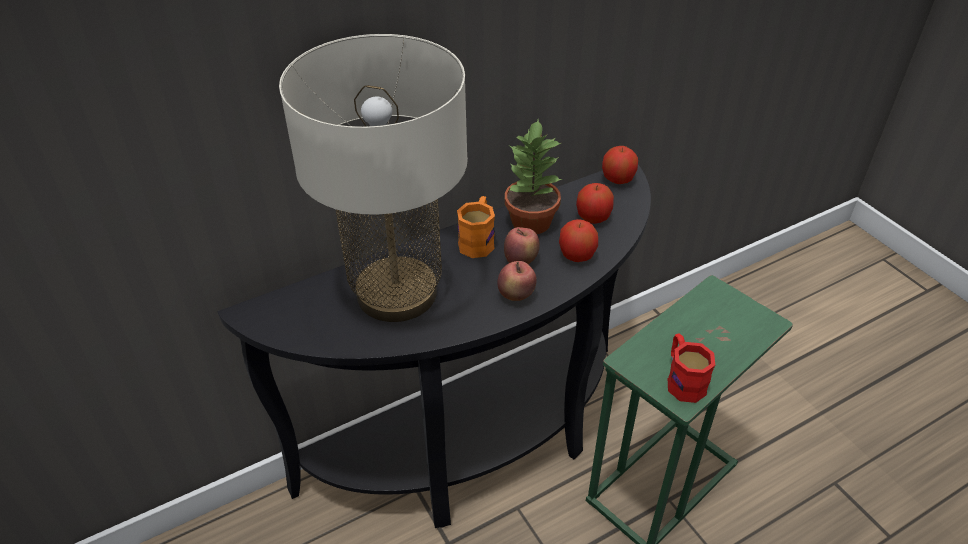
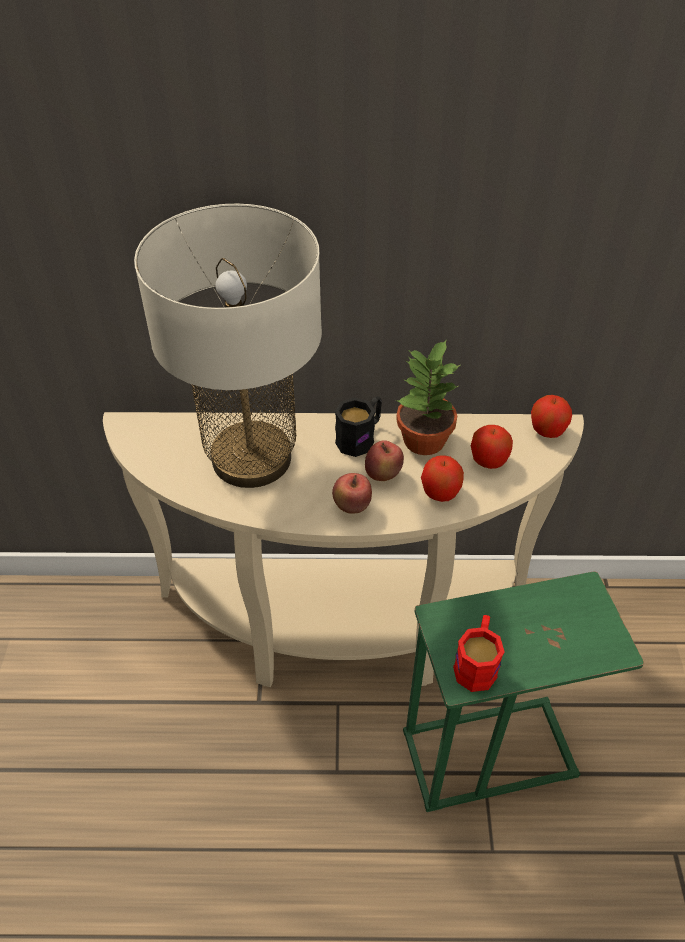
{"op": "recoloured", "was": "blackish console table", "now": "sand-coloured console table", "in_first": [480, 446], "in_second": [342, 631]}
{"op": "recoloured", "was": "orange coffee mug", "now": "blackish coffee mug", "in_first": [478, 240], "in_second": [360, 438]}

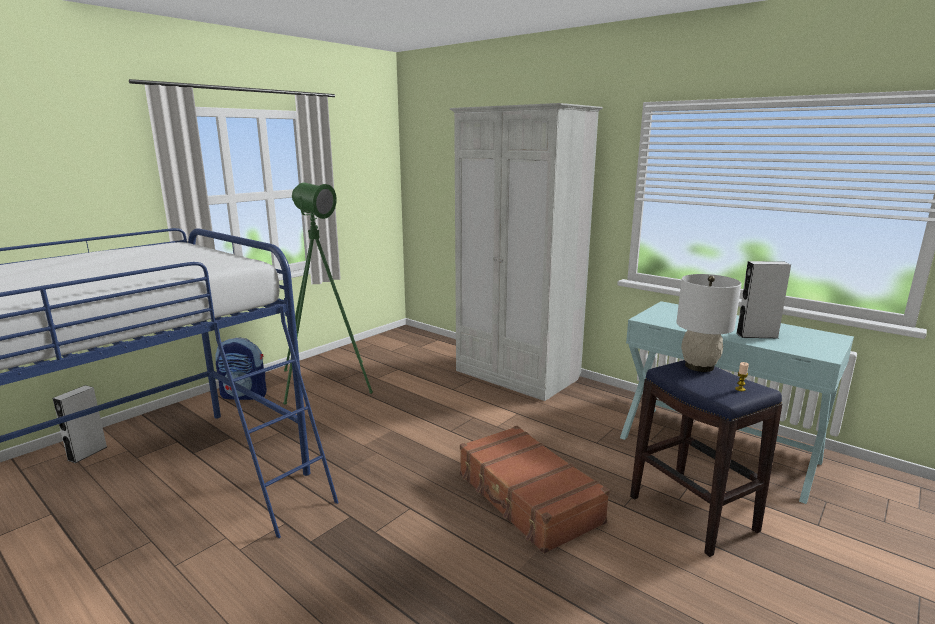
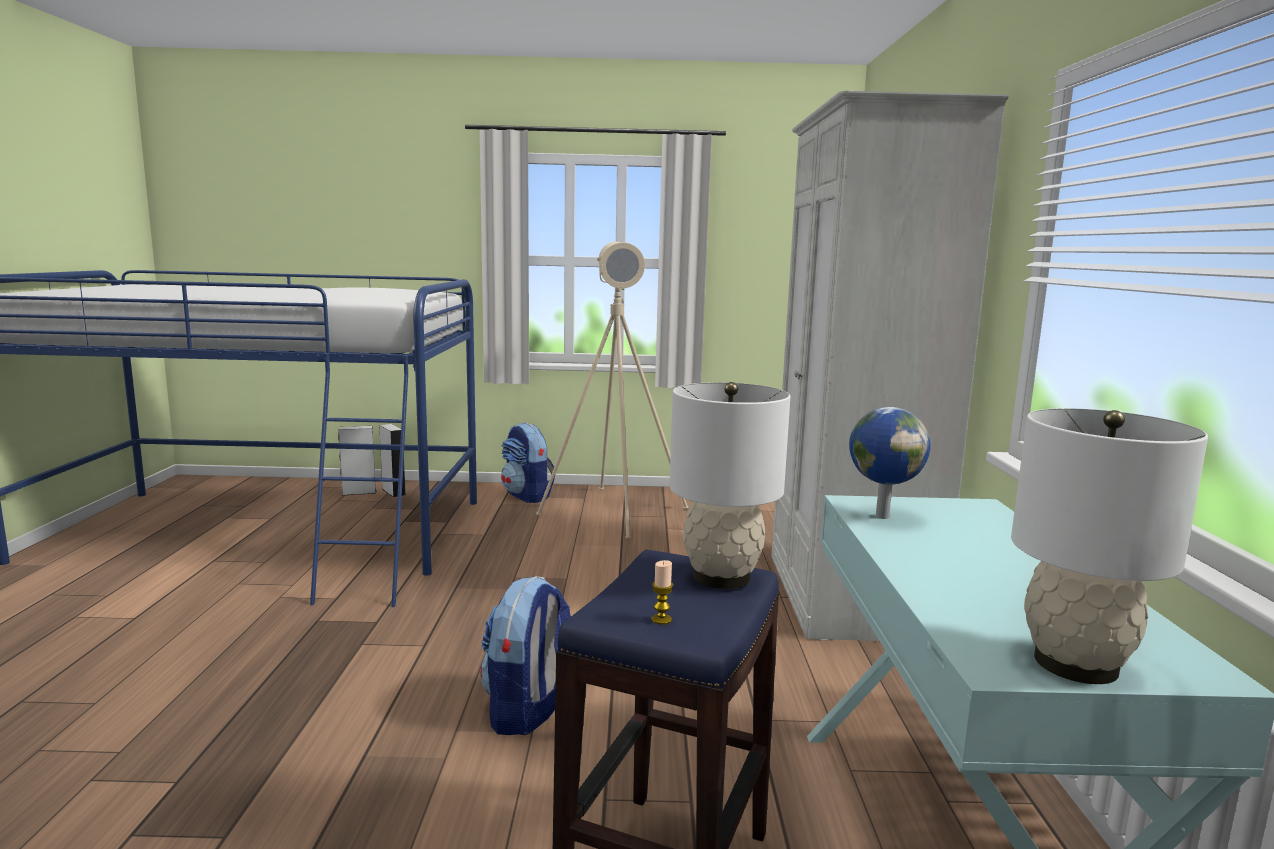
{"op": "recoloured", "was": "greenish standard lamp", "now": "sand-coloured standard lamp", "in_first": [327, 382], "in_second": [613, 512]}
{"op": "replaced", "was": "brownish travel case", "now": "backpack", "in_first": [527, 498], "in_second": [528, 711]}
{"op": "moved", "was": "greyish loudspeaker", "in_first": [756, 335], "in_second": [393, 492]}
{"op": "added", "now": "globe", "in_second": [881, 516]}
{"op": "added", "now": "white-coloured lamp for a table", "in_second": [1076, 665]}

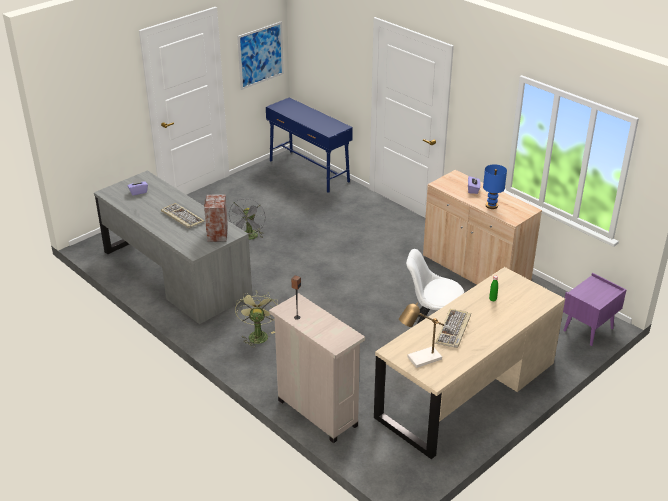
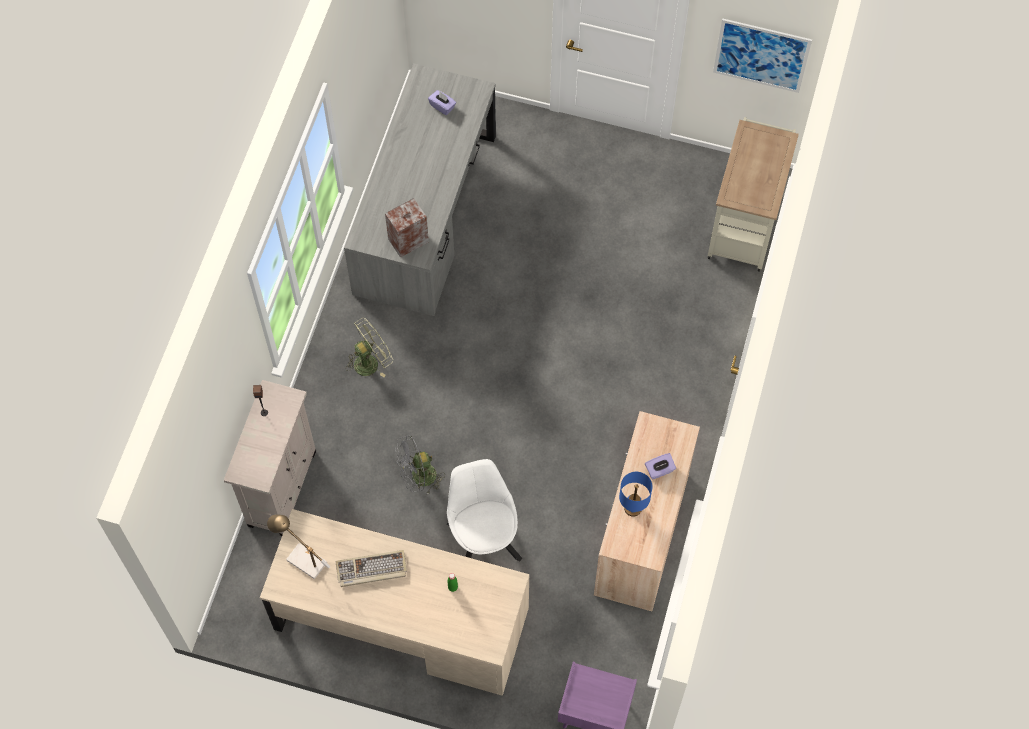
{"op": "removed", "was": "computer keyboard", "in_first": [181, 217]}
{"op": "moved", "was": "greyish cooling fan", "in_first": [249, 237], "in_second": [418, 478]}
{"op": "replaced", "was": "blue console table", "now": "sand-coloured wheeled cart", "in_first": [308, 171], "in_second": [744, 224]}

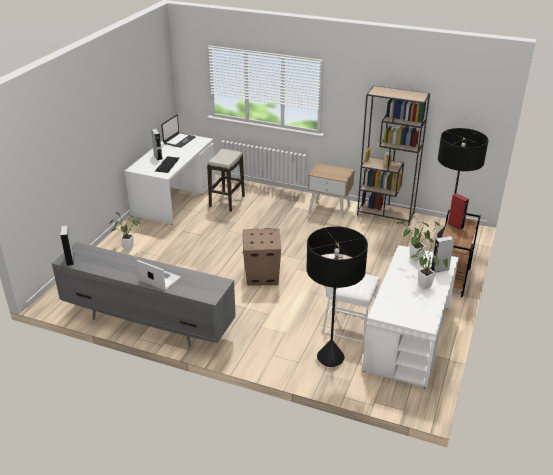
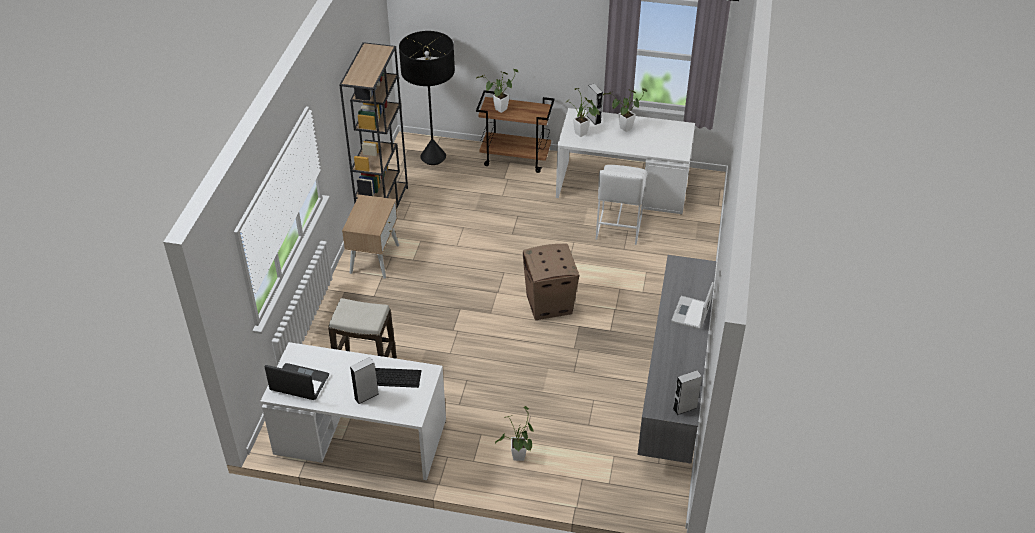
{"op": "removed", "was": "blackish standard lamp", "in_first": [330, 359]}
{"op": "replaced", "was": "reddish loudspeaker", "now": "plant in a pot", "in_first": [455, 225], "in_second": [499, 110]}

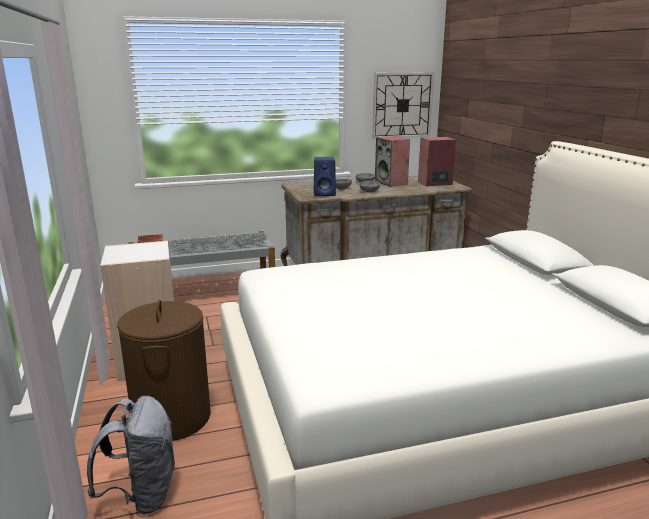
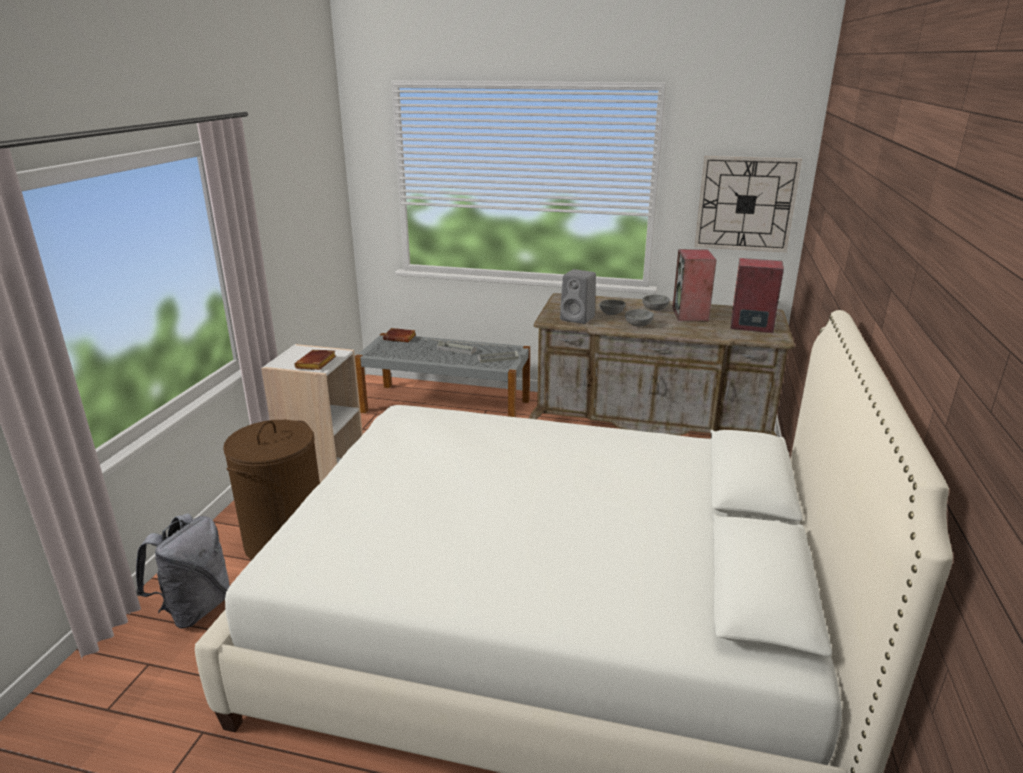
{"op": "recoloured", "was": "blue loudspeaker", "now": "greyish loudspeaker", "in_first": [325, 194], "in_second": [578, 318]}
{"op": "added", "now": "brownish volume", "in_second": [316, 364]}

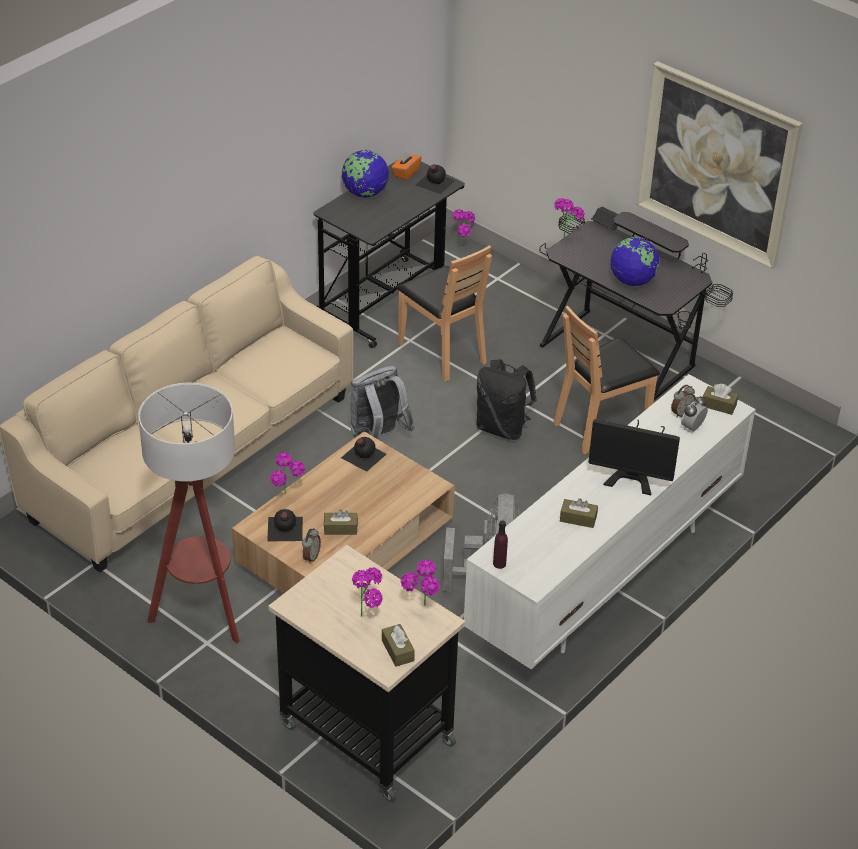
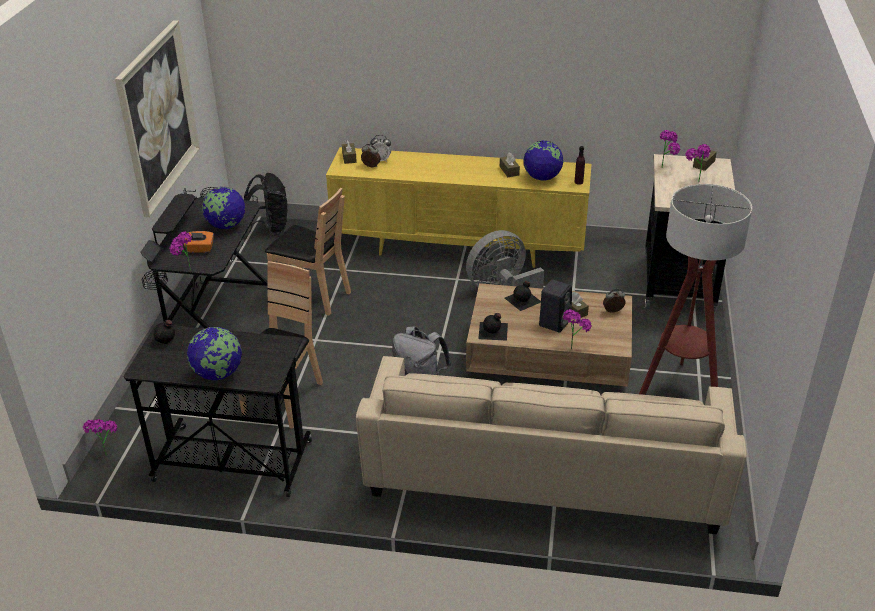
{"op": "moved", "was": "blackish drink bottle", "in_first": [284, 529], "in_second": [523, 300]}
{"op": "moved", "was": "orange tissue holder", "in_first": [406, 173], "in_second": [200, 249]}
{"op": "recoloured", "was": "white-coloured storage cabinet", "now": "yellow storage cabinet", "in_first": [606, 578], "in_second": [460, 249]}
{"op": "moved", "was": "blackish backpack", "in_first": [502, 428], "in_second": [270, 228]}
{"op": "removed", "was": "monitor", "in_first": [633, 471]}
{"op": "added", "now": "globe", "in_second": [542, 178]}
{"op": "added", "now": "blackish loudspeaker", "in_second": [554, 322]}

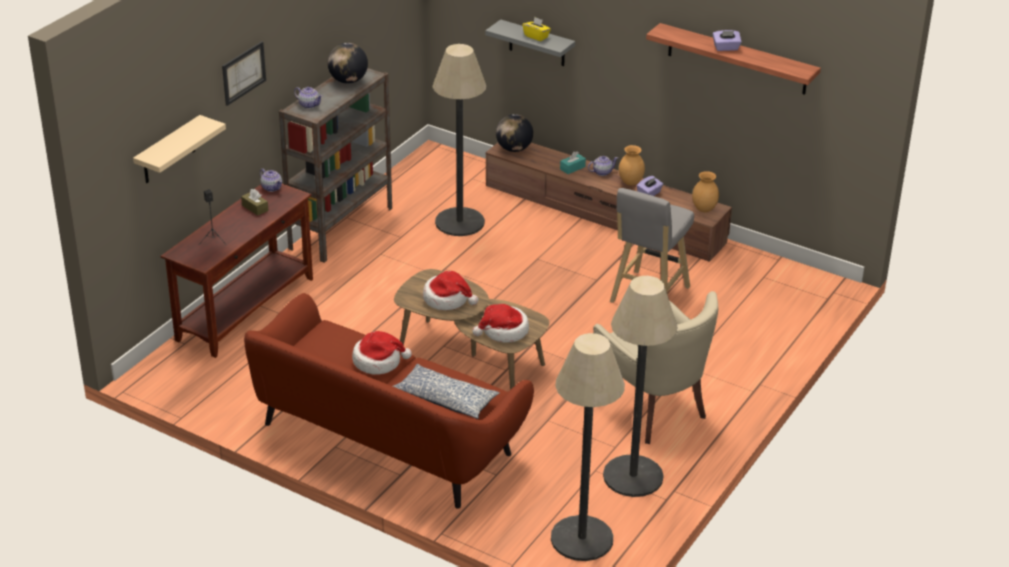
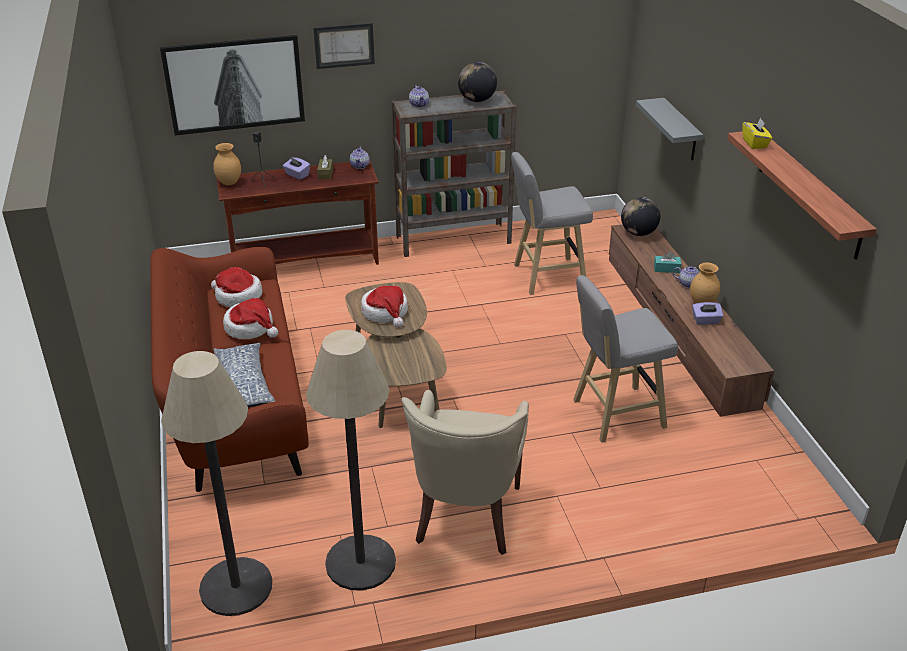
{"op": "replaced", "was": "sand-coloured wall shelf", "now": "wall art", "in_first": [168, 151], "in_second": [234, 84]}
{"op": "replaced", "was": "standard lamp", "now": "greyish stool", "in_first": [459, 222], "in_second": [546, 276]}
{"op": "moved", "was": "wearable hat", "in_first": [503, 331], "in_second": [237, 296]}
{"op": "moved", "was": "yellow tissue holder", "in_first": [536, 36], "in_second": [755, 143]}
{"op": "moved", "was": "brownish decorative vase", "in_first": [704, 209], "in_second": [229, 183]}
{"op": "moved", "was": "purple tissue holder", "in_first": [726, 48], "in_second": [297, 175]}

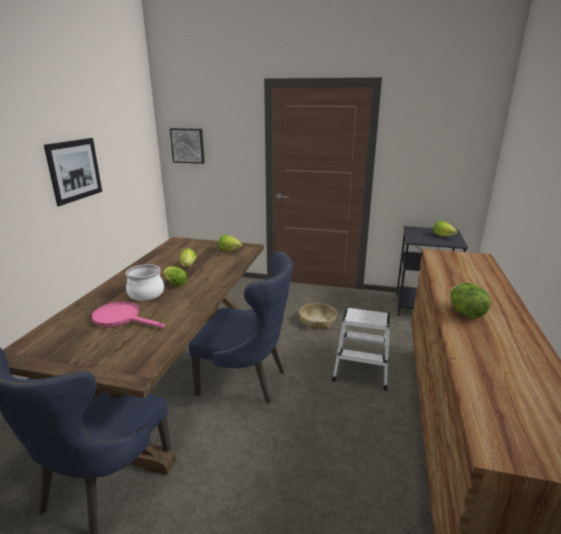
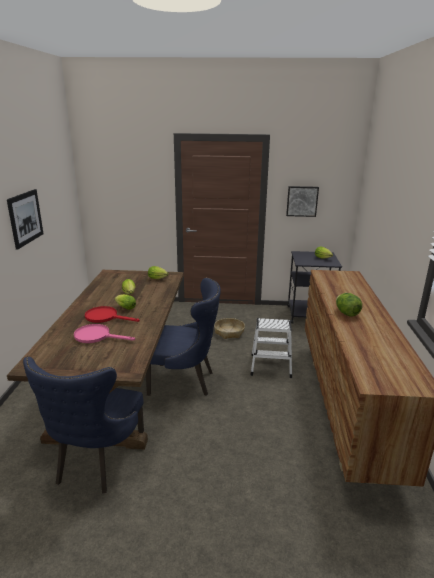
{"op": "replaced", "was": "cooking pot", "now": "reddish skillet", "in_first": [146, 294], "in_second": [105, 317]}
{"op": "moved", "was": "wall art", "in_first": [188, 145], "in_second": [302, 201]}

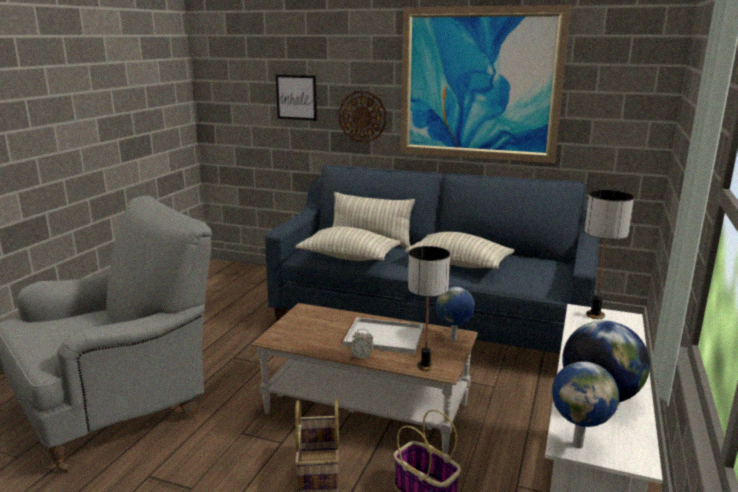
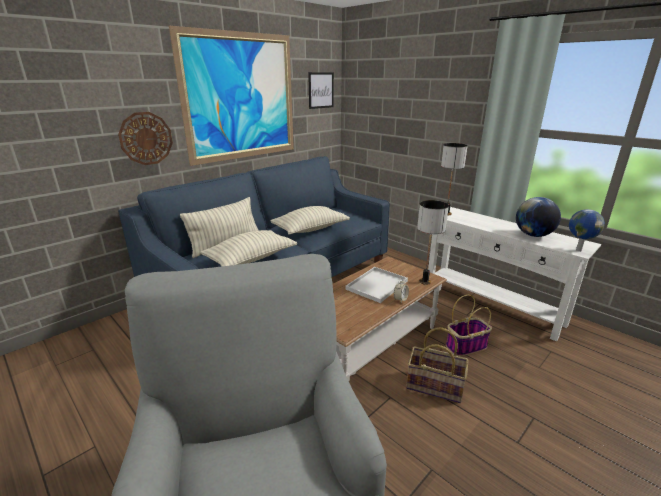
{"op": "moved", "was": "wall art", "in_first": [296, 97], "in_second": [321, 90]}
{"op": "removed", "was": "globe", "in_first": [454, 339]}

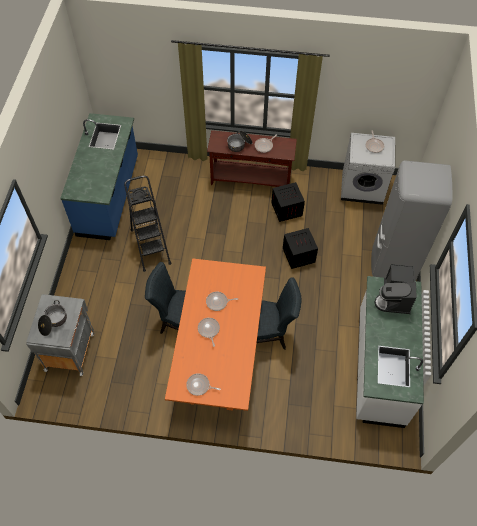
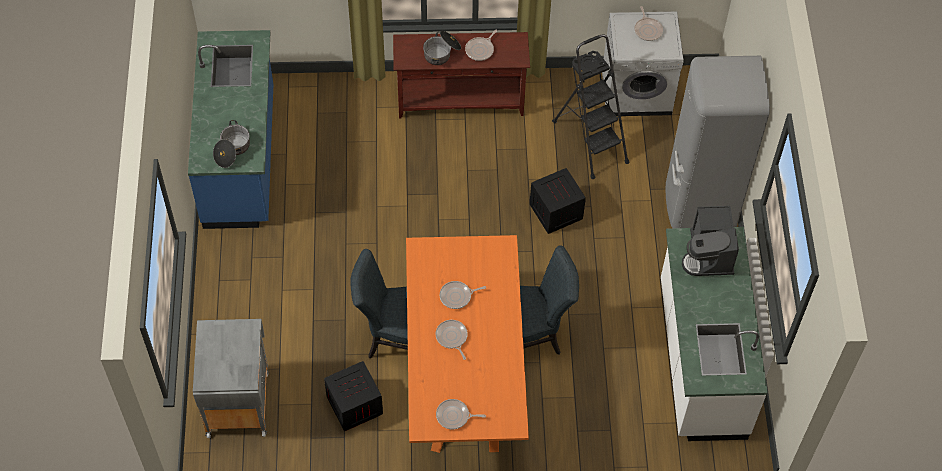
{"op": "moved", "was": "cooking pot", "in_first": [53, 322], "in_second": [232, 150]}
{"op": "moved", "was": "stepladder", "in_first": [150, 245], "in_second": [589, 140]}
{"op": "moved", "was": "shipping crate", "in_first": [286, 210], "in_second": [354, 406]}

